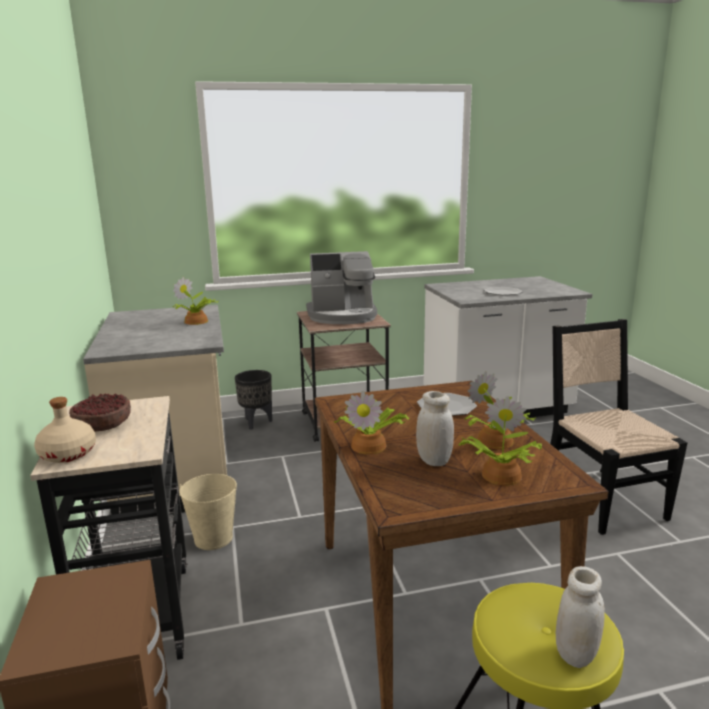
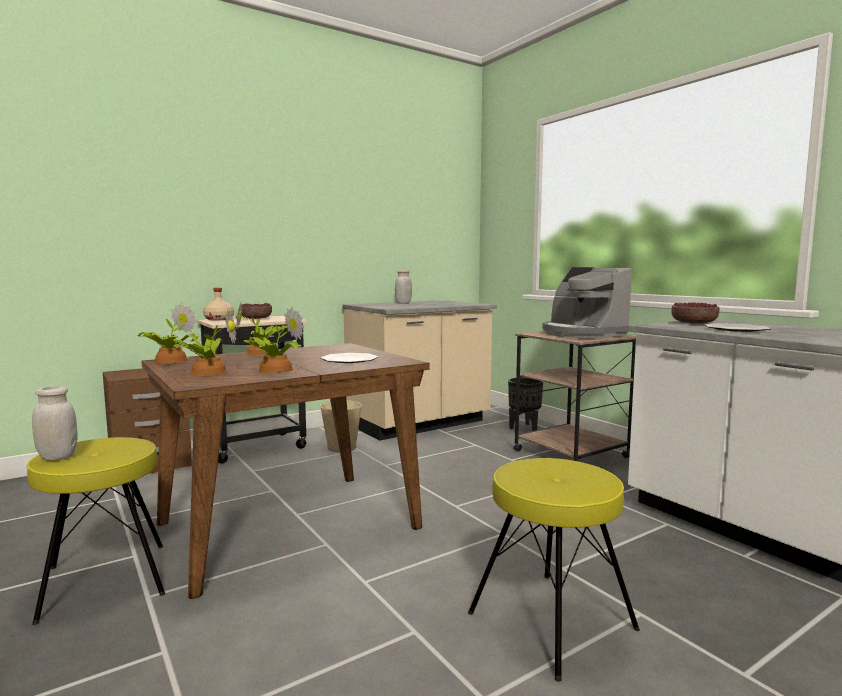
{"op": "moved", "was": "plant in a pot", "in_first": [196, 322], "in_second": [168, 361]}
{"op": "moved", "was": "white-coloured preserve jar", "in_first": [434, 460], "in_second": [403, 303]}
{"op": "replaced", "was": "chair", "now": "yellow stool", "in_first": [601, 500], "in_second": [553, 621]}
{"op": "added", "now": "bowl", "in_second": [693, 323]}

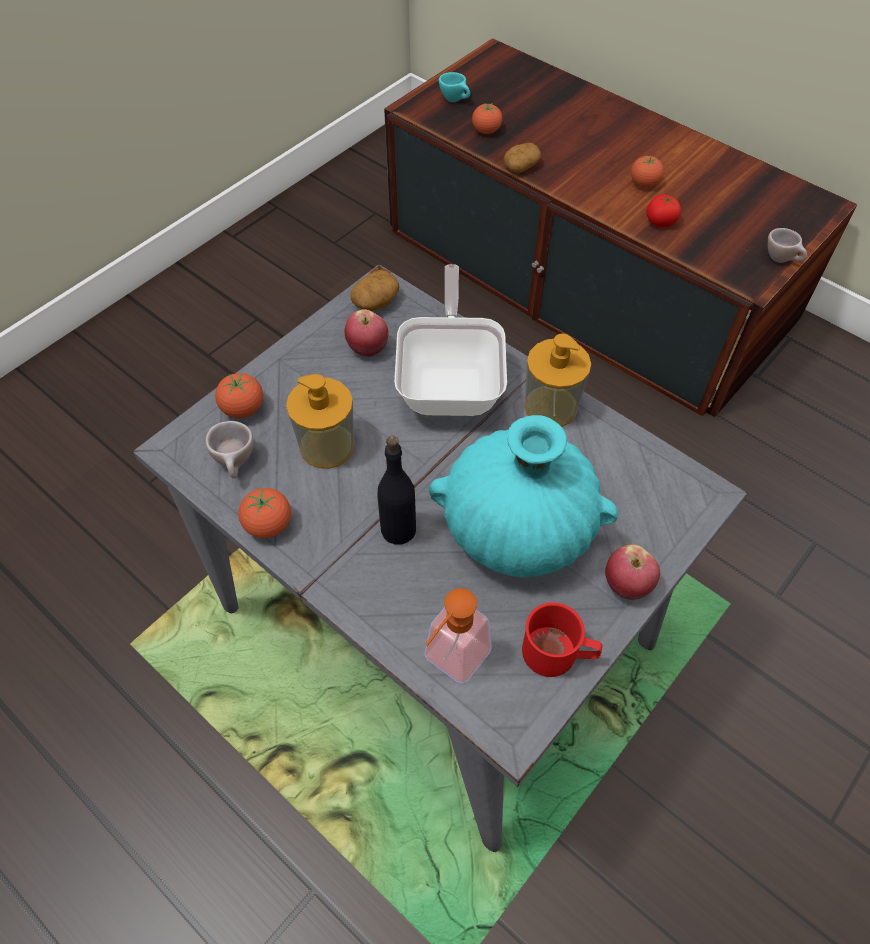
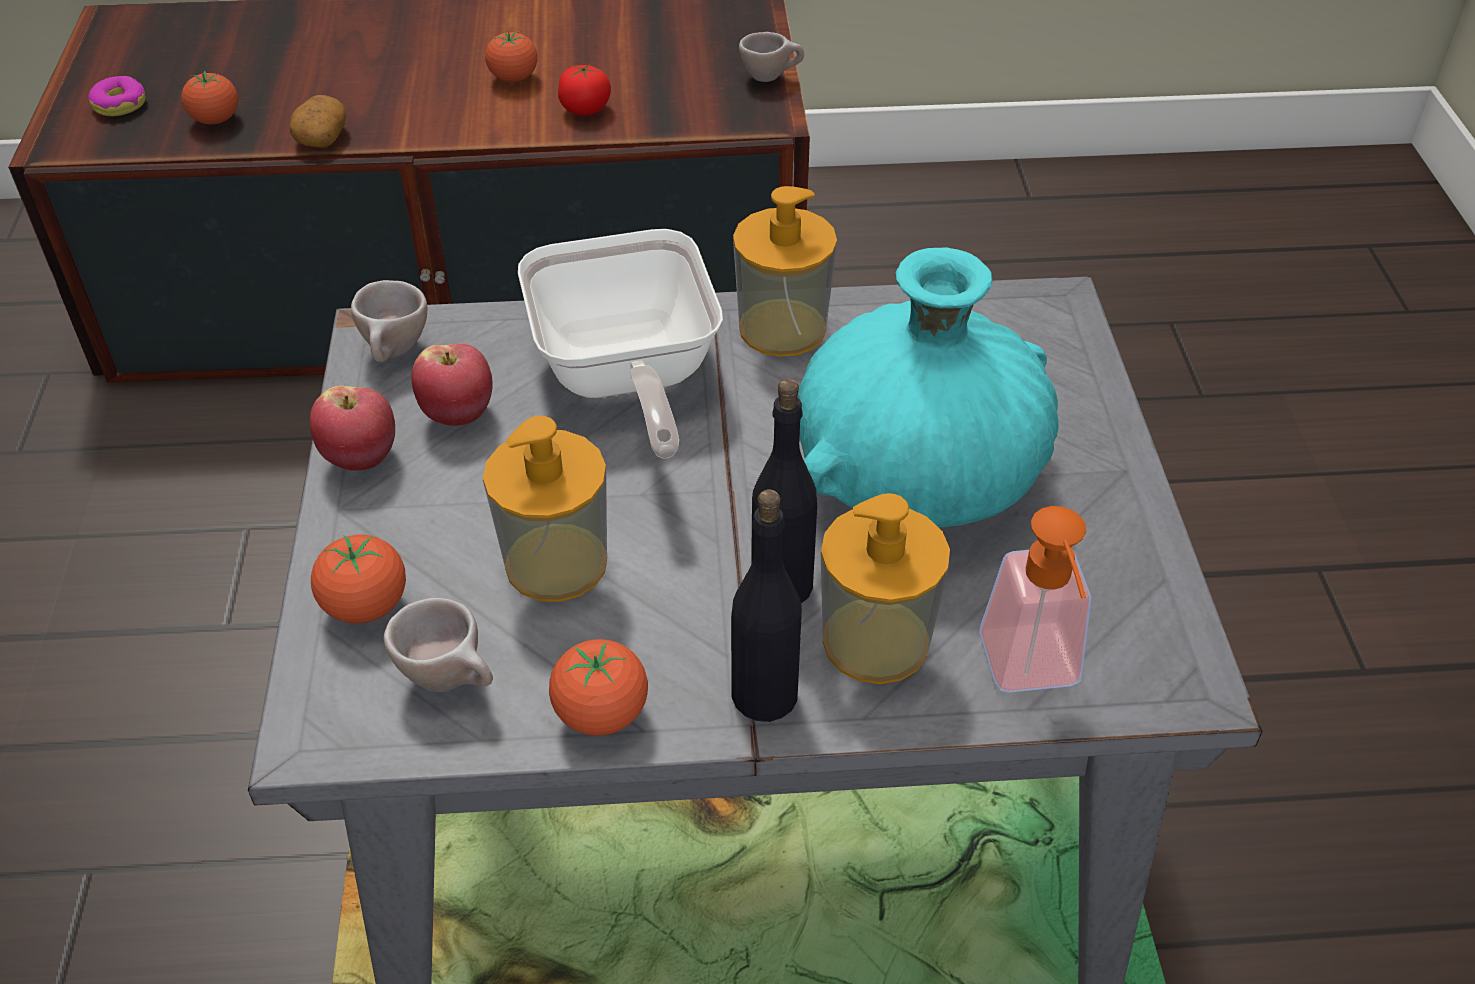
{"op": "replaced", "was": "spud", "now": "sand-coloured small cup", "in_first": [375, 302], "in_second": [395, 354]}
{"op": "turned", "was": "skillet", "in_first": [451, 382], "in_second": [626, 380], "clockwise": -150}
{"op": "replaced", "was": "blue-green small cup", "now": "ring doughnut", "in_first": [455, 100], "in_second": [120, 104]}
{"op": "removed", "was": "reddish coffee mug", "in_first": [558, 654]}
{"op": "moved", "was": "apple fruit", "in_first": [627, 585], "in_second": [361, 458]}
{"op": "added", "now": "blackish drink bottle", "in_second": [764, 694]}
{"op": "added", "now": "soap bottle", "in_second": [876, 641]}

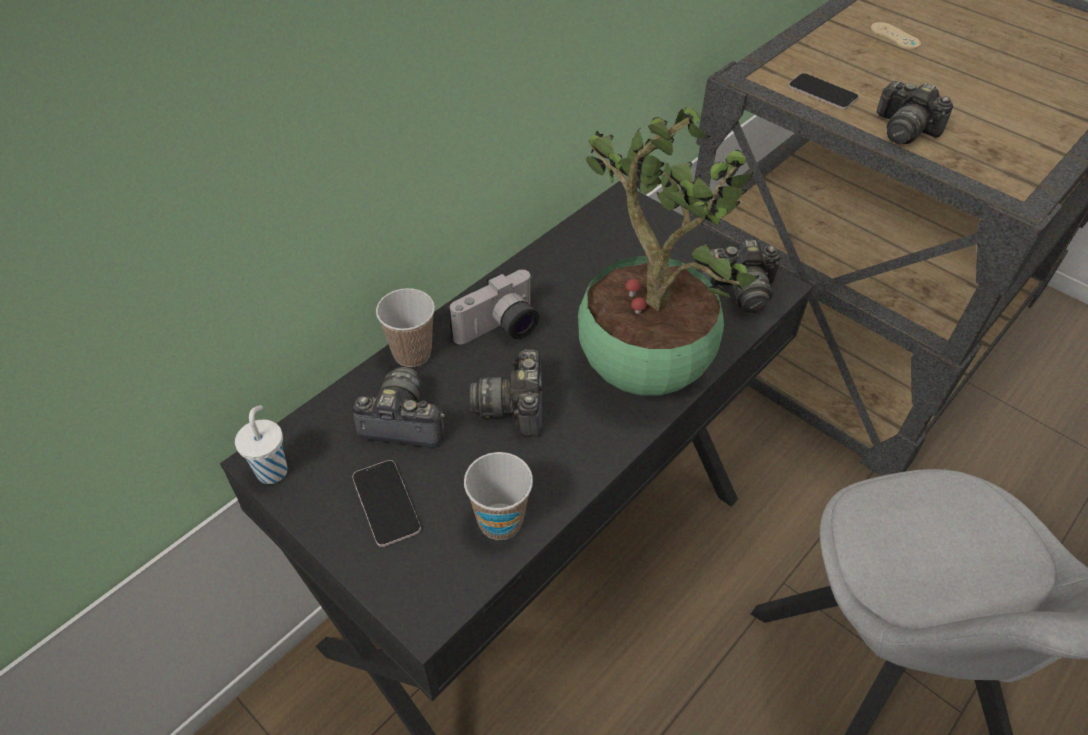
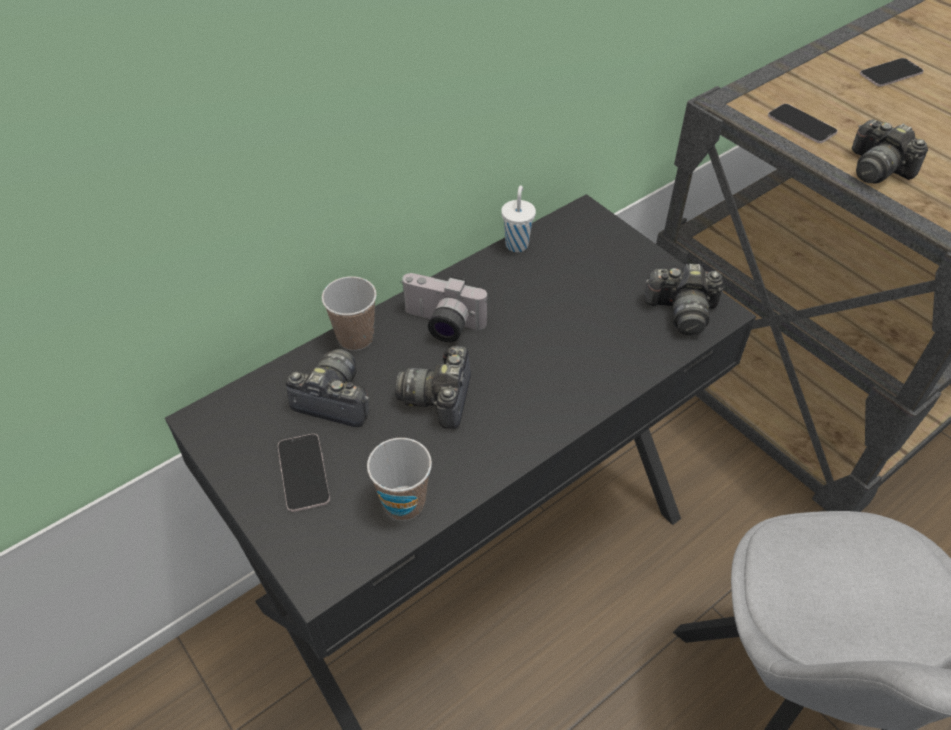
{"op": "moved", "was": "white-coloured small cup", "in_first": [272, 470], "in_second": [517, 244]}
{"op": "turned", "was": "still camera", "in_first": [500, 330], "in_second": [441, 325], "clockwise": 45}
{"op": "removed", "was": "plant in a pot", "in_first": [639, 368]}
{"op": "replaced", "was": "sand-coloured gamepad", "now": "phone", "in_first": [894, 36], "in_second": [890, 73]}

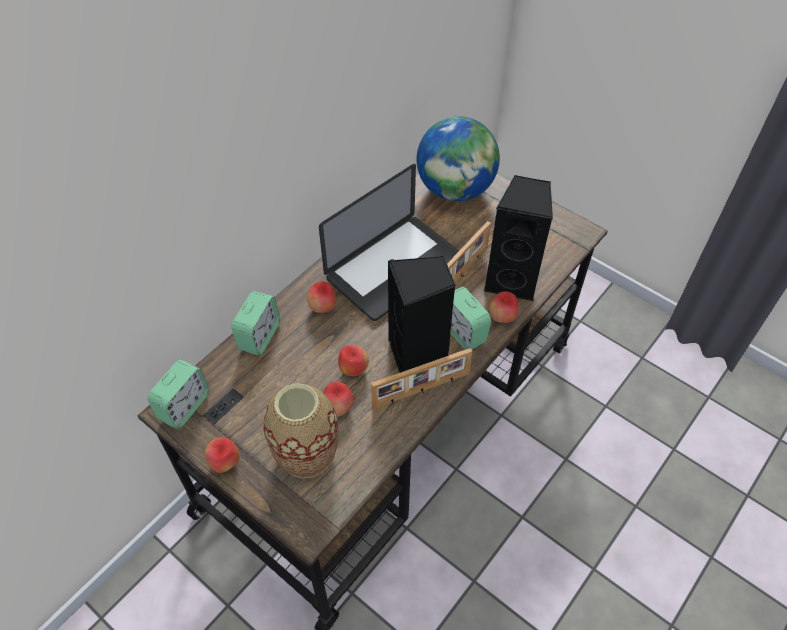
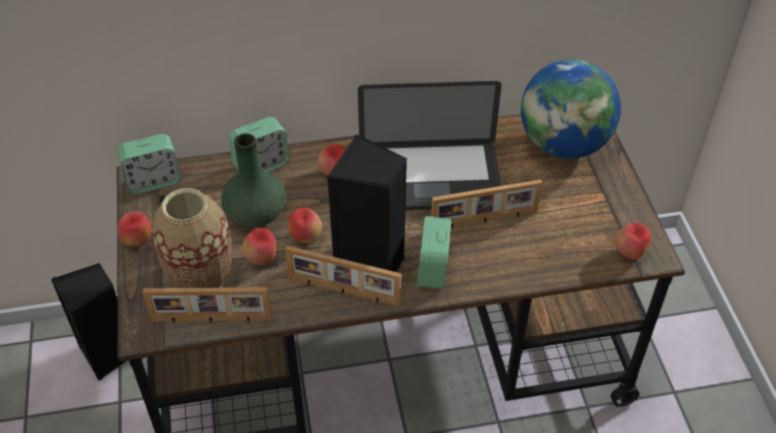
{"op": "moved", "was": "blackish loudspeaker", "in_first": [512, 280], "in_second": [109, 354]}
{"op": "moved", "was": "apple fruit", "in_first": [502, 317], "in_second": [629, 253]}
{"op": "added", "now": "picture frame", "in_second": [211, 320]}
{"op": "added", "now": "greenish decorative vase", "in_second": [256, 214]}

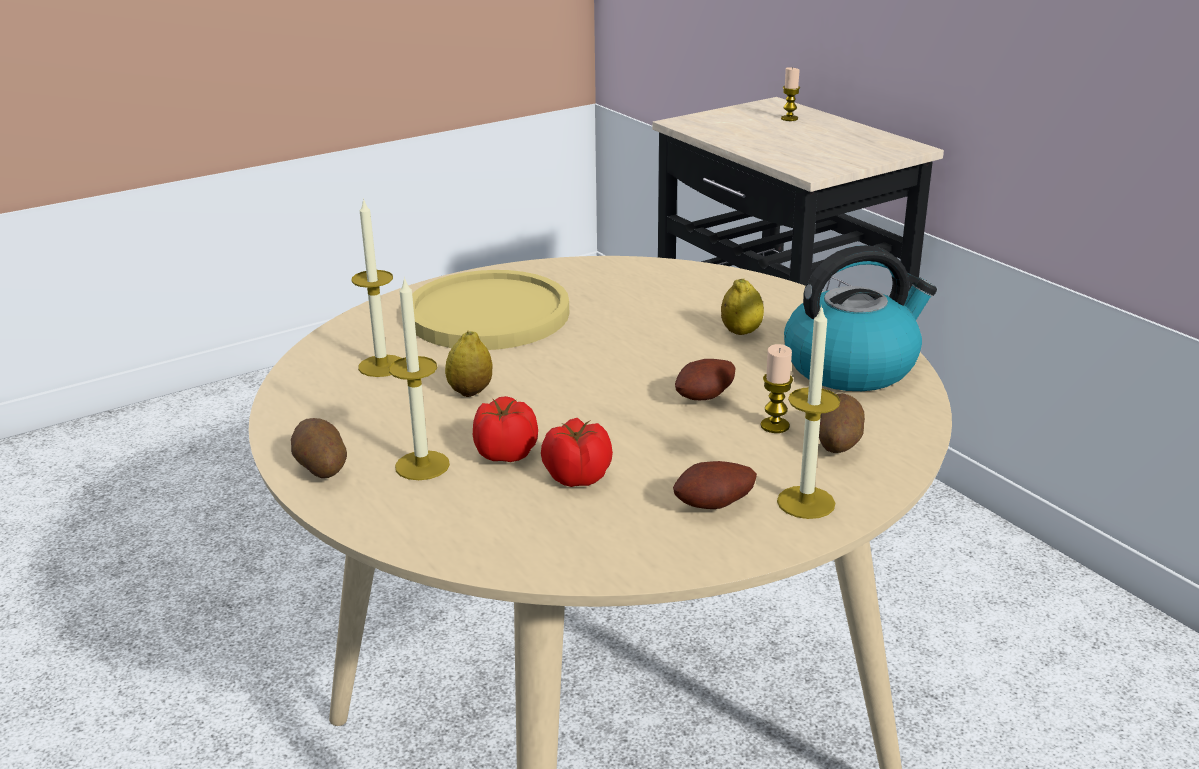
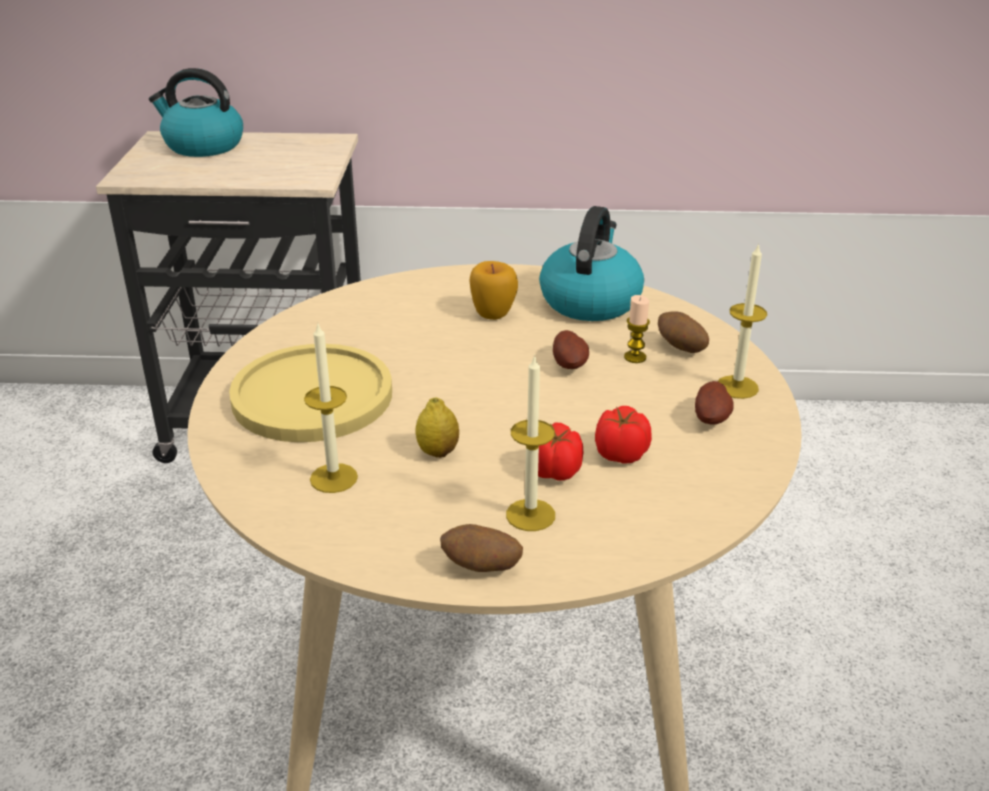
{"op": "replaced", "was": "whole lemon", "now": "apple fruit", "in_first": [741, 332], "in_second": [493, 314]}
{"op": "replaced", "was": "wax candle", "now": "tea kettle", "in_first": [789, 118], "in_second": [202, 146]}

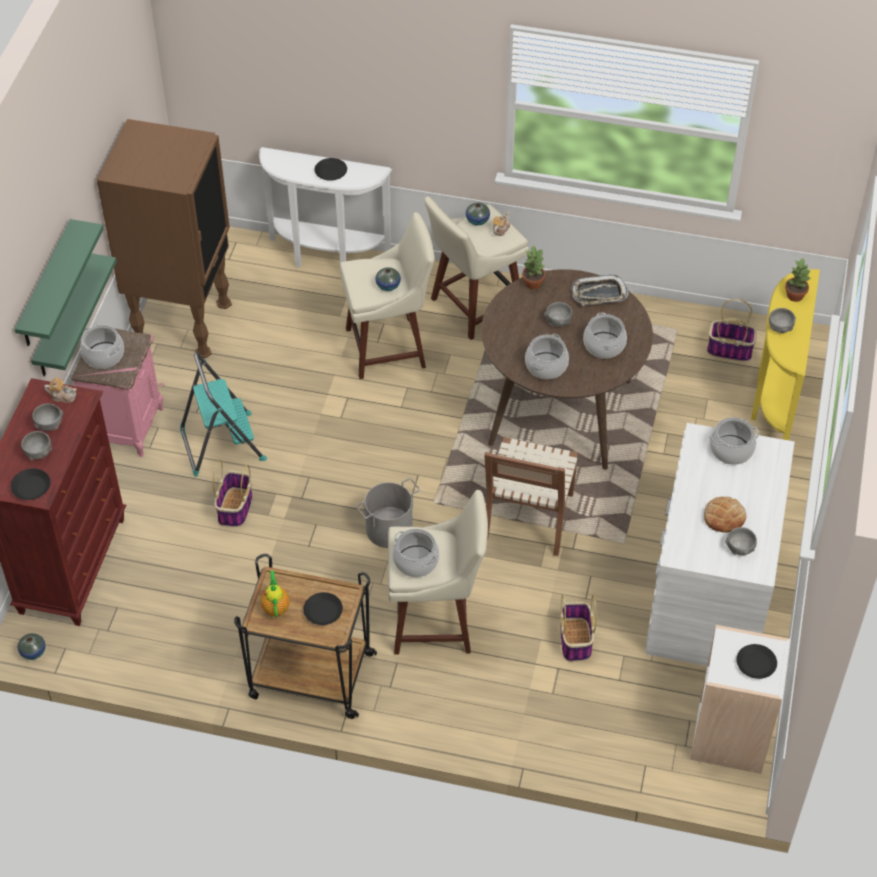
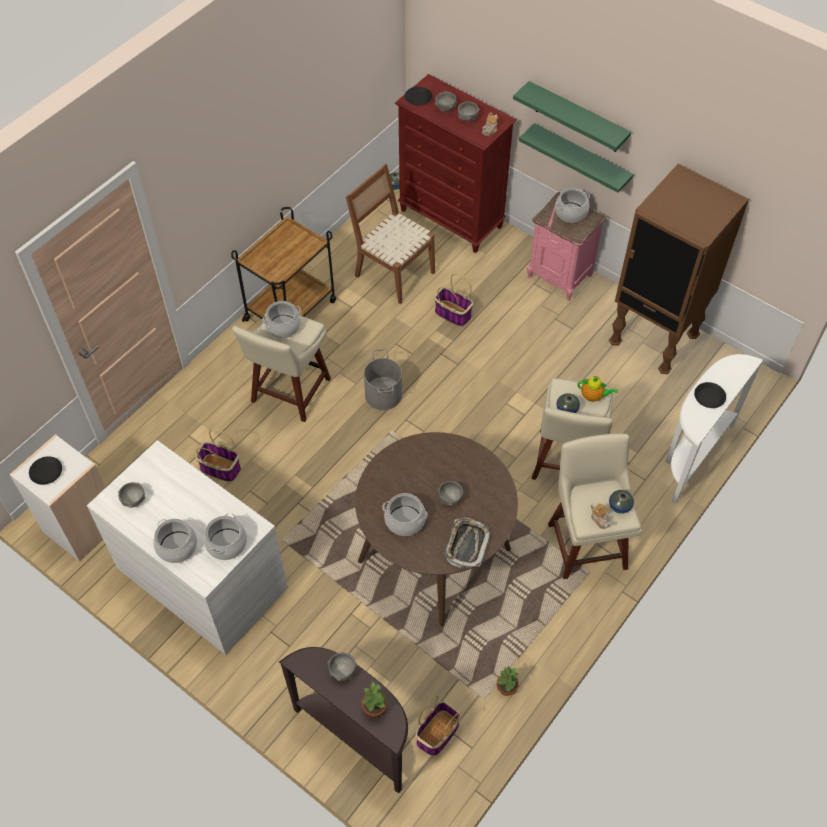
{"op": "removed", "was": "blue-green stepladder", "in_first": [218, 444]}
{"op": "moved", "was": "pot for tea", "in_first": [275, 606], "in_second": [593, 396]}
{"op": "removed", "was": "blackish flat dish", "in_first": [323, 611]}
{"op": "moved", "was": "chair", "in_first": [527, 521], "in_second": [392, 272]}
{"op": "moved", "was": "plant in a pot", "in_first": [533, 283], "in_second": [506, 688]}
{"op": "moved", "was": "cooking pot", "in_first": [546, 366], "in_second": [177, 547]}
{"op": "removed", "was": "bakery bread", "in_first": [724, 517]}
{"op": "recoloured", "was": "yellow console table", "now": "brownish console table", "in_first": [773, 403], "in_second": [356, 736]}

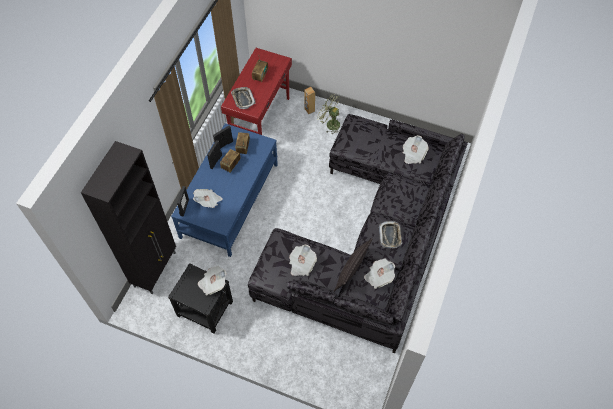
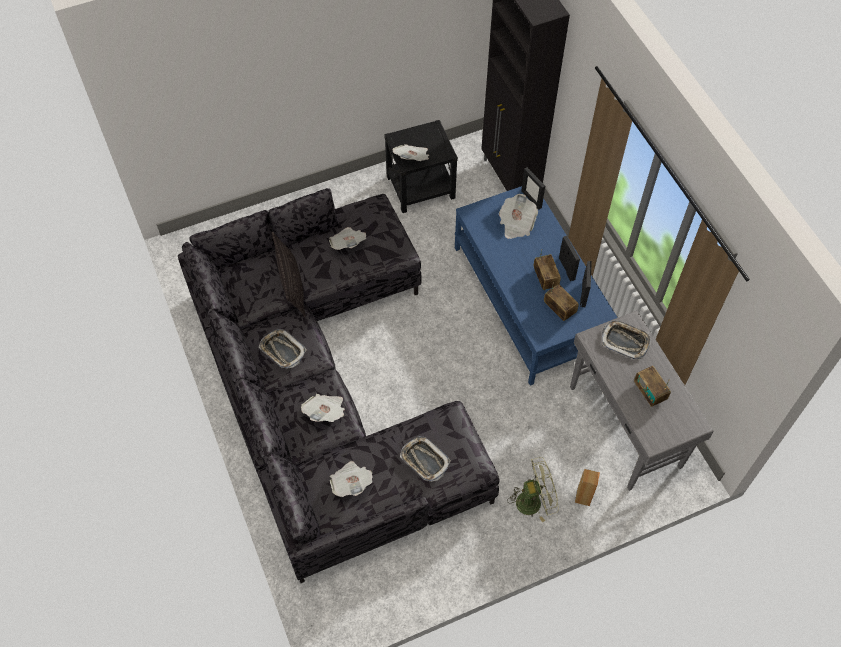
{"op": "recoloured", "was": "reddish console table", "now": "greyish console table", "in_first": [260, 118], "in_second": [625, 427]}
{"op": "moved", "was": "daily paper", "in_first": [378, 277], "in_second": [326, 412]}
{"op": "added", "now": "tray", "in_second": [424, 460]}

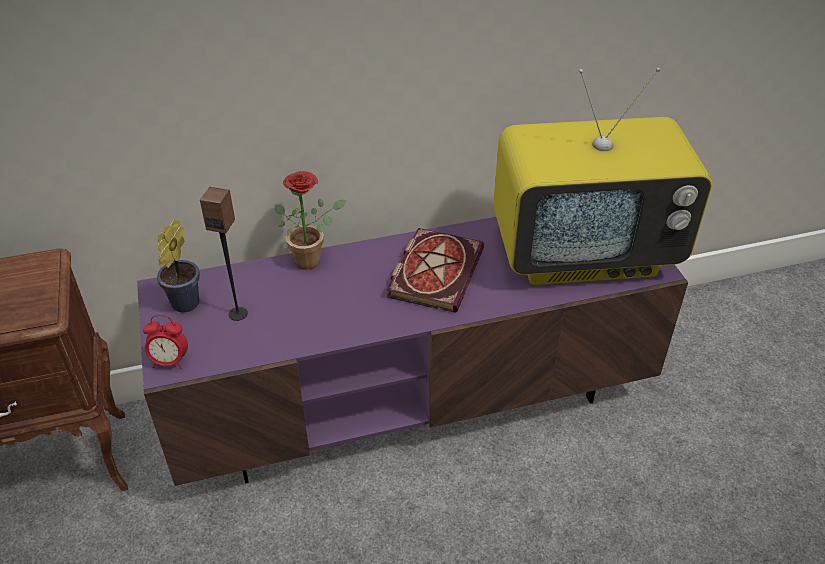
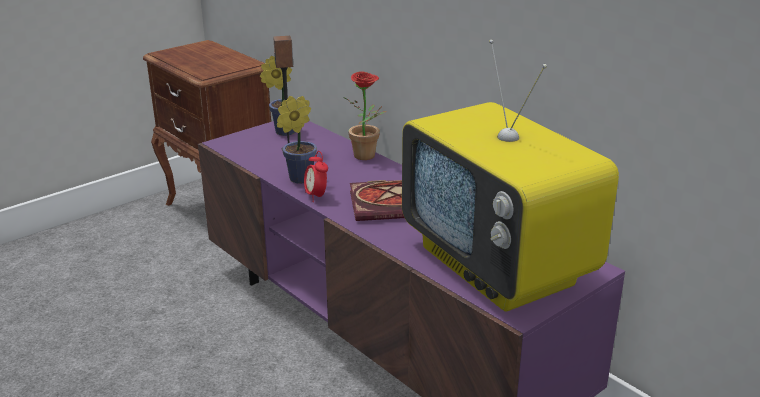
{"op": "moved", "was": "alarm clock", "in_first": [170, 361], "in_second": [316, 196]}
{"op": "added", "now": "plant in a pot", "in_second": [298, 179]}

